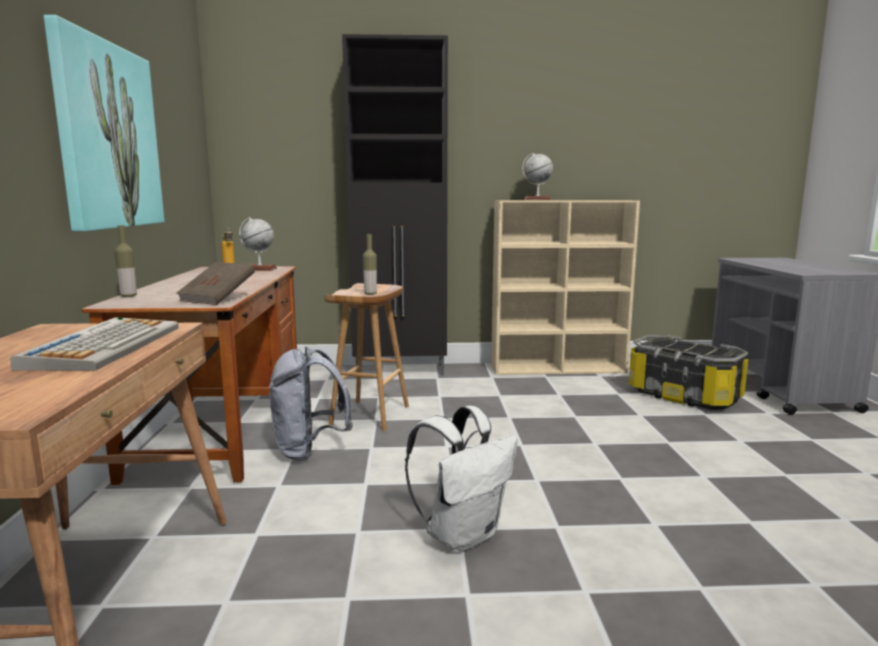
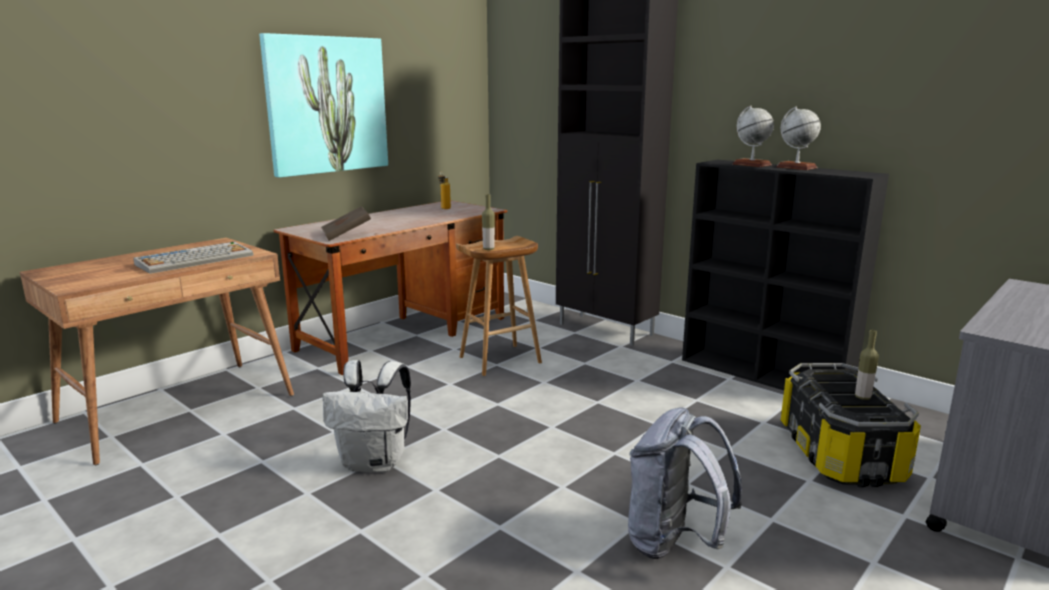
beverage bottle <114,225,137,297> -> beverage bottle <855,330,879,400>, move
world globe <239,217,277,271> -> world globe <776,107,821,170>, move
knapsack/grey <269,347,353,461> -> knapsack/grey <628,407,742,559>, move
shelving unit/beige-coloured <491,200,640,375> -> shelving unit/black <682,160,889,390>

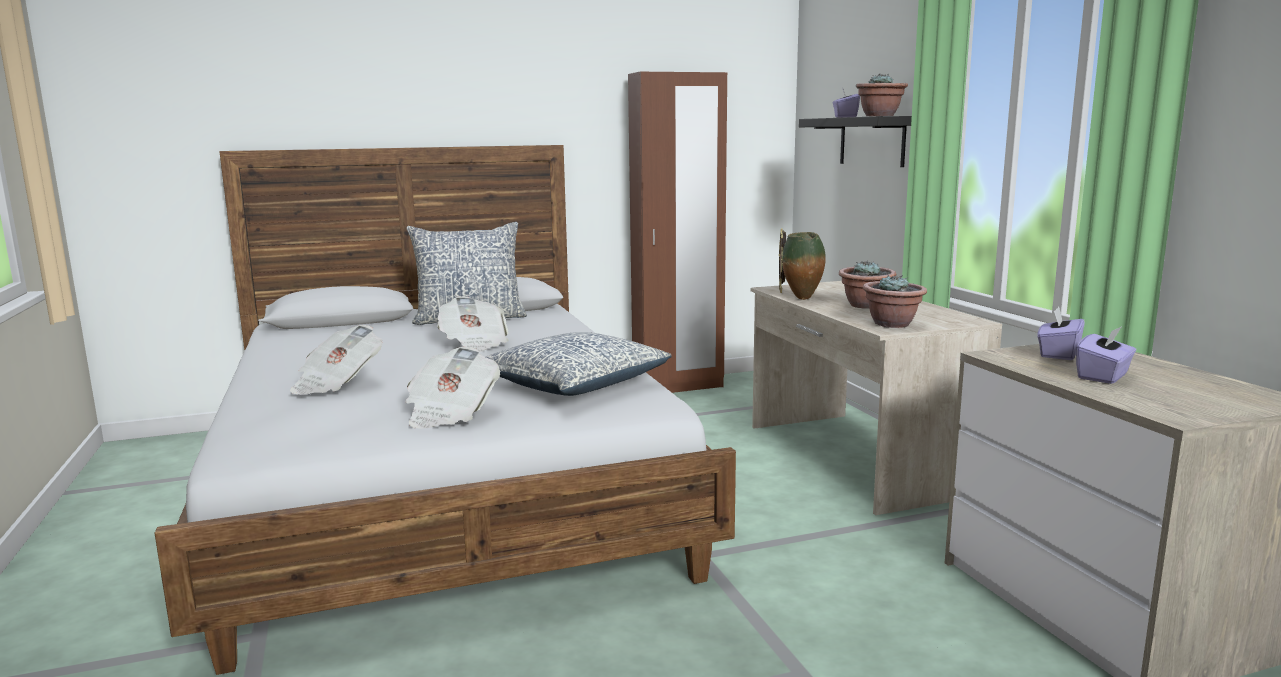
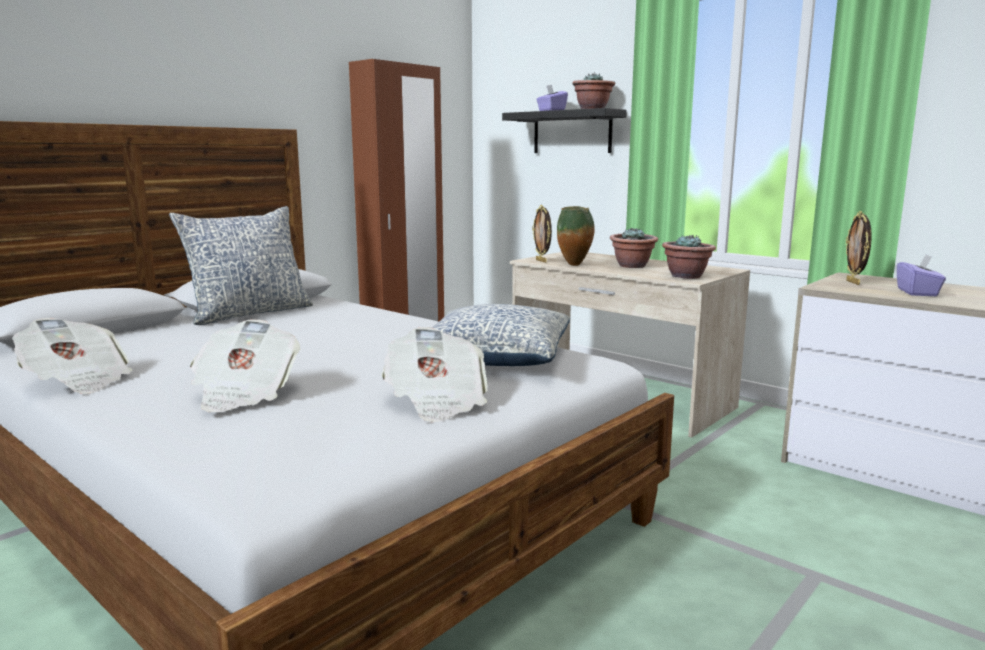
daily paper <437,296,509,352> -> daily paper <12,318,132,394>, move
tissue box/purple-coloured <1038,307,1085,360> -> standing frame <846,211,872,285>

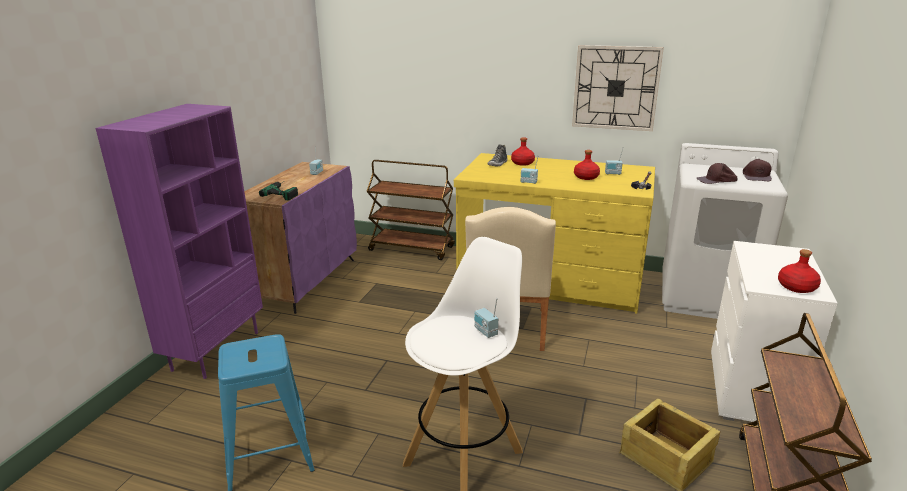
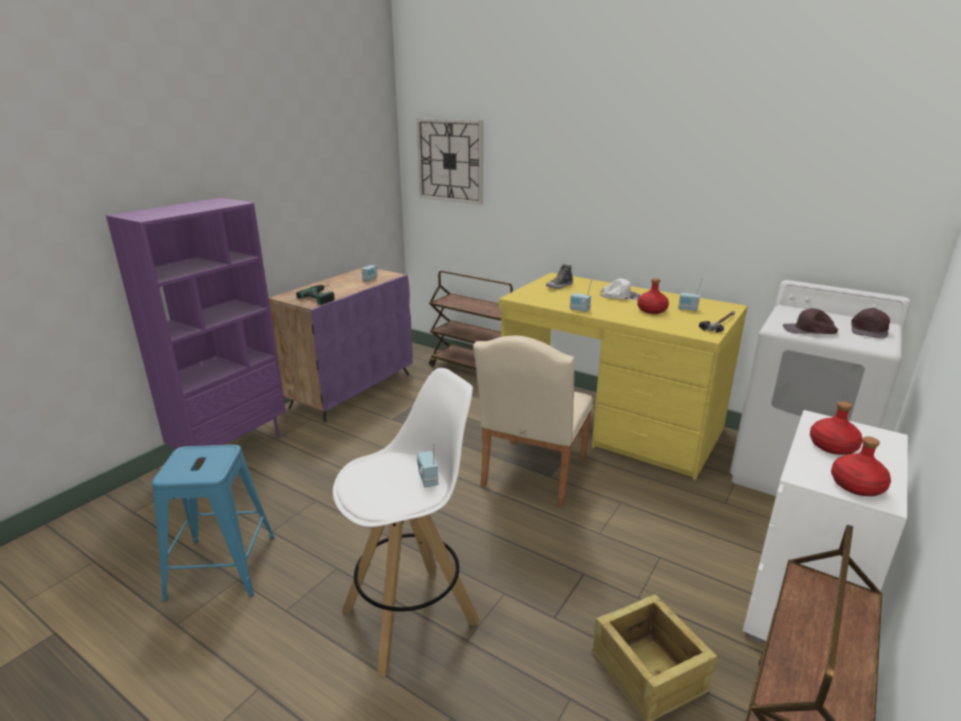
beverage bottle/reddish <511,137,535,166> -> beverage bottle/reddish <810,401,862,455>, move
clock on the wall <572,45,664,131> -> clock on the wall <417,119,483,205>, move
none -> peaked cap/whitish <600,278,640,300>

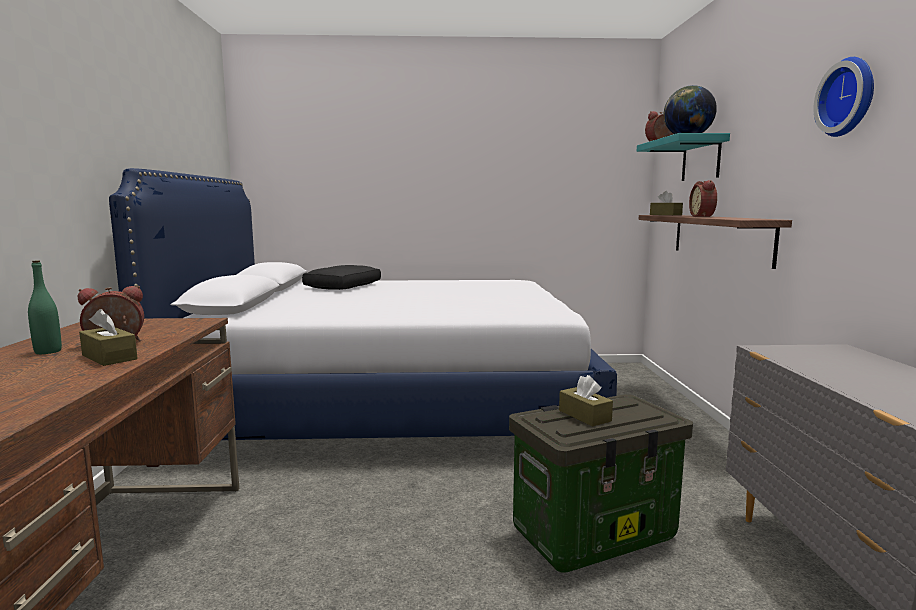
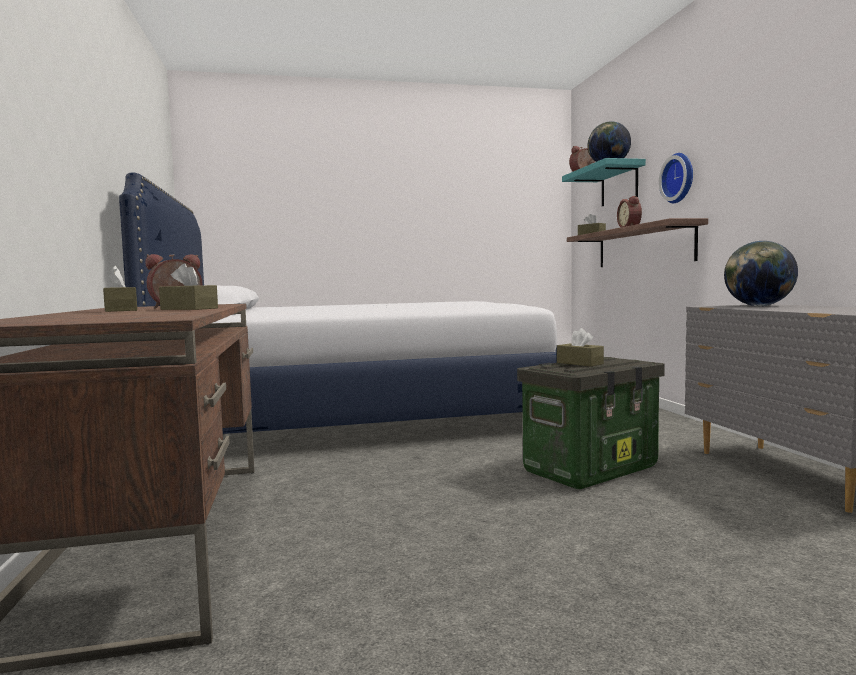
beverage bottle/green <28,260,62,354> -> tissue box/brownish <103,266,137,312>
throw pillow/black <302,265,381,290> -> none
clock on the wall <813,57,874,137> -> clock on the wall <659,153,693,203>, move
none -> world globe <724,241,798,306>

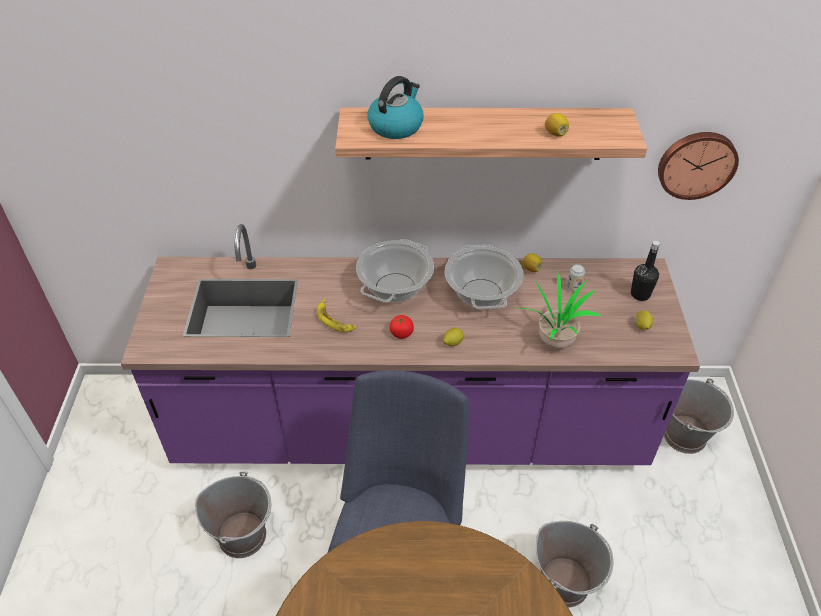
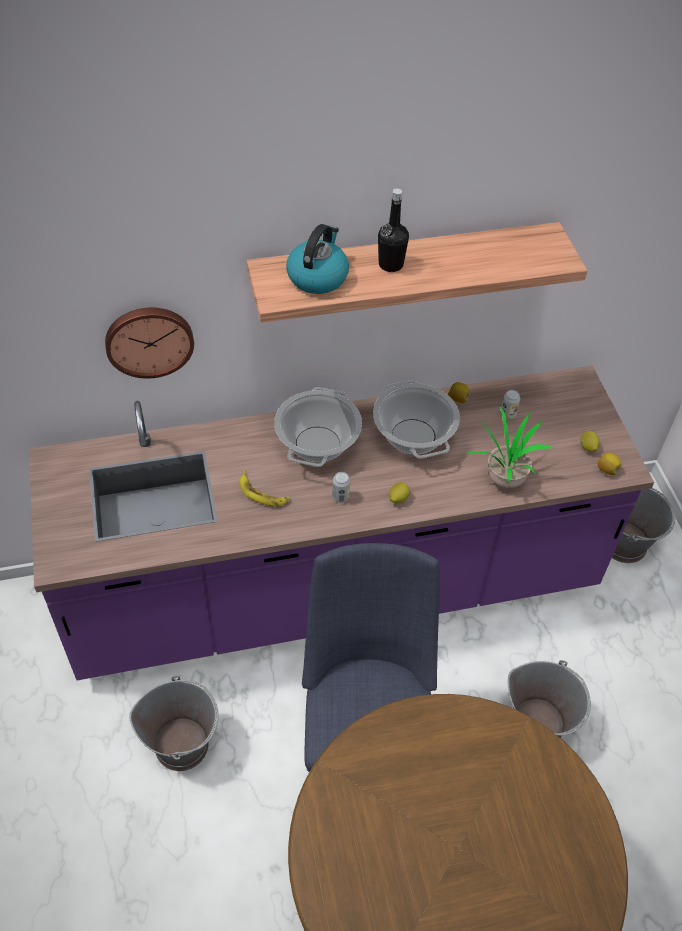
whole tomato <390,315,414,339> -> metal can <332,472,350,503>
whole lemon <545,113,569,136> -> whole lemon <597,452,622,475>, move
beverage bottle/black <631,241,660,301> -> beverage bottle/black <378,188,409,272>, move
clock on the wall <658,132,739,200> -> clock on the wall <105,308,194,379>, move

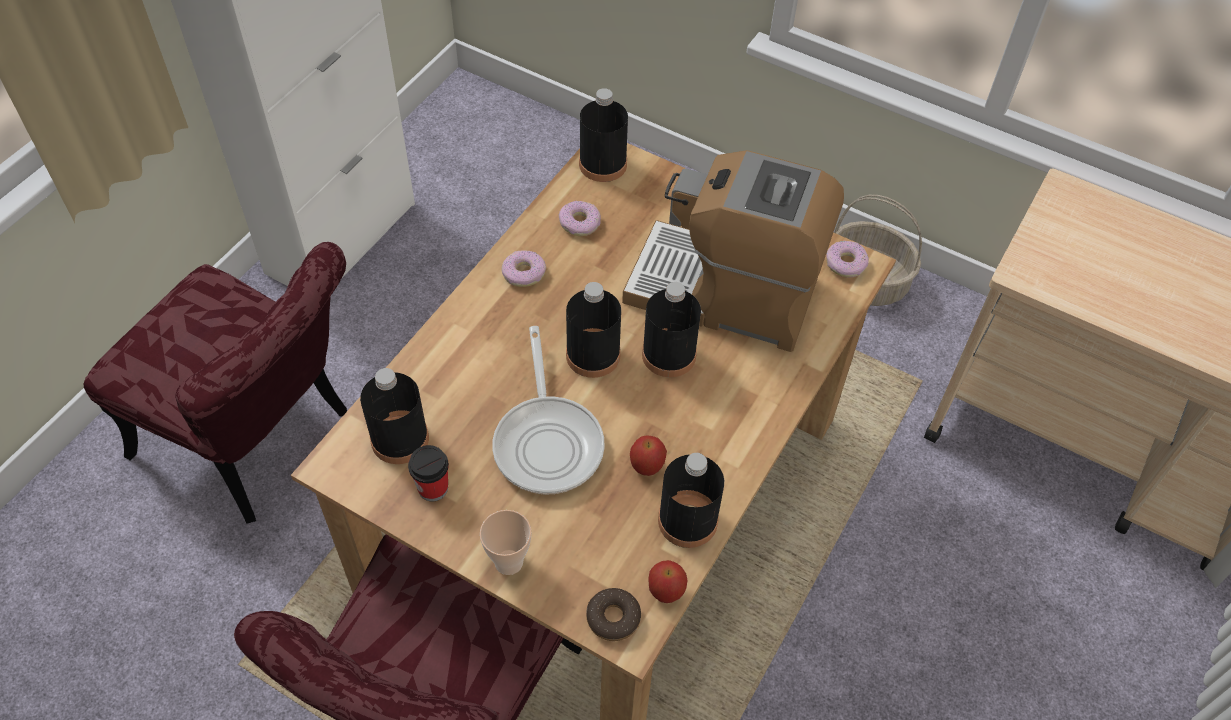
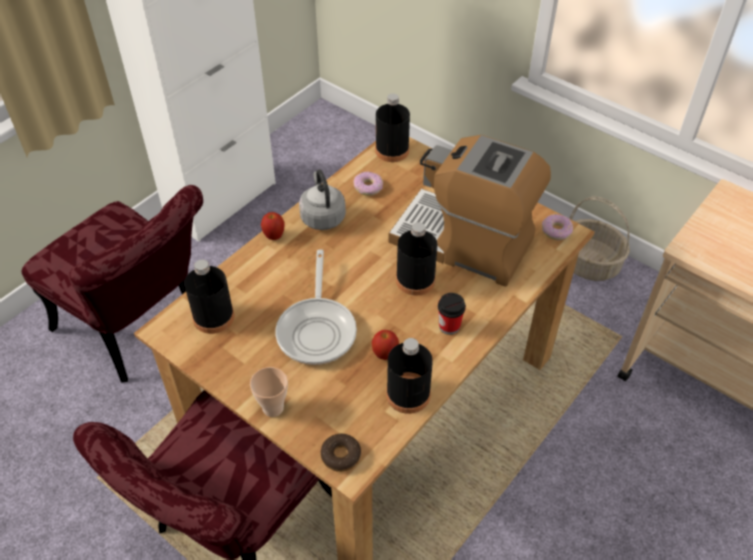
cup <408,445,449,501> -> cup <438,293,466,335>, move
doughnut <501,250,546,287> -> kettle/grey <299,169,346,230>
beverage bottle/black <566,282,621,378> -> none
apple fruit <648,560,688,603> -> apple fruit <261,212,284,240>, move

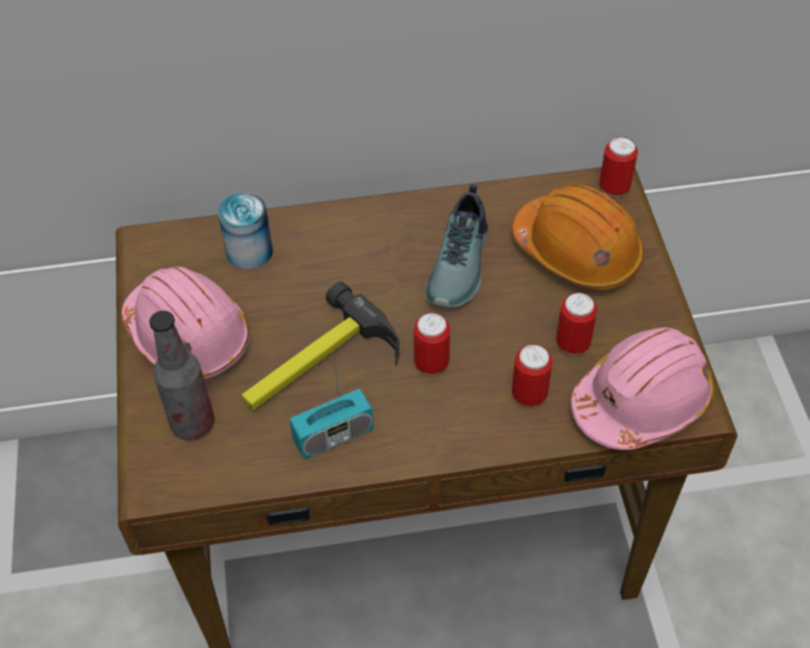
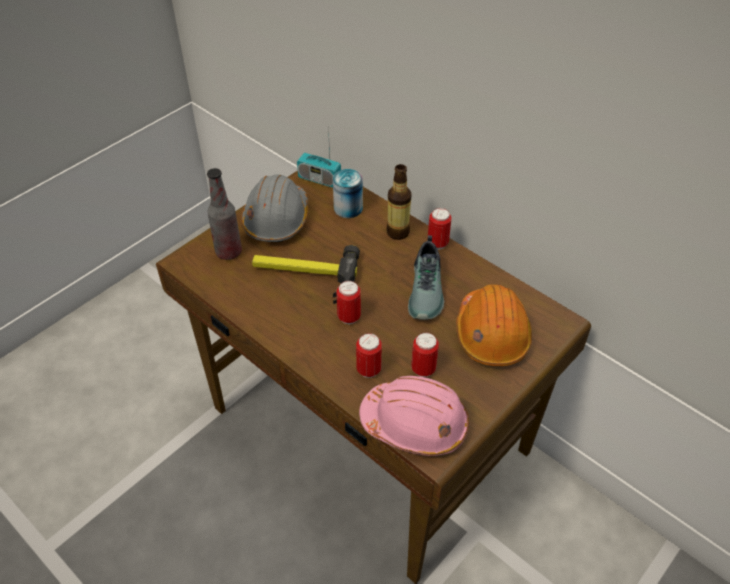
hard hat/pinkish <122,266,250,379> -> hard hat/grey <241,174,308,243>
radio <290,357,374,459> -> radio <297,126,341,188>, move
low shoe <426,184,488,308> -> low shoe <408,235,444,320>, 60 degrees counterclockwise
metal can <600,137,638,198> -> metal can <427,208,452,250>, move
none -> beverage bottle <386,164,411,240>

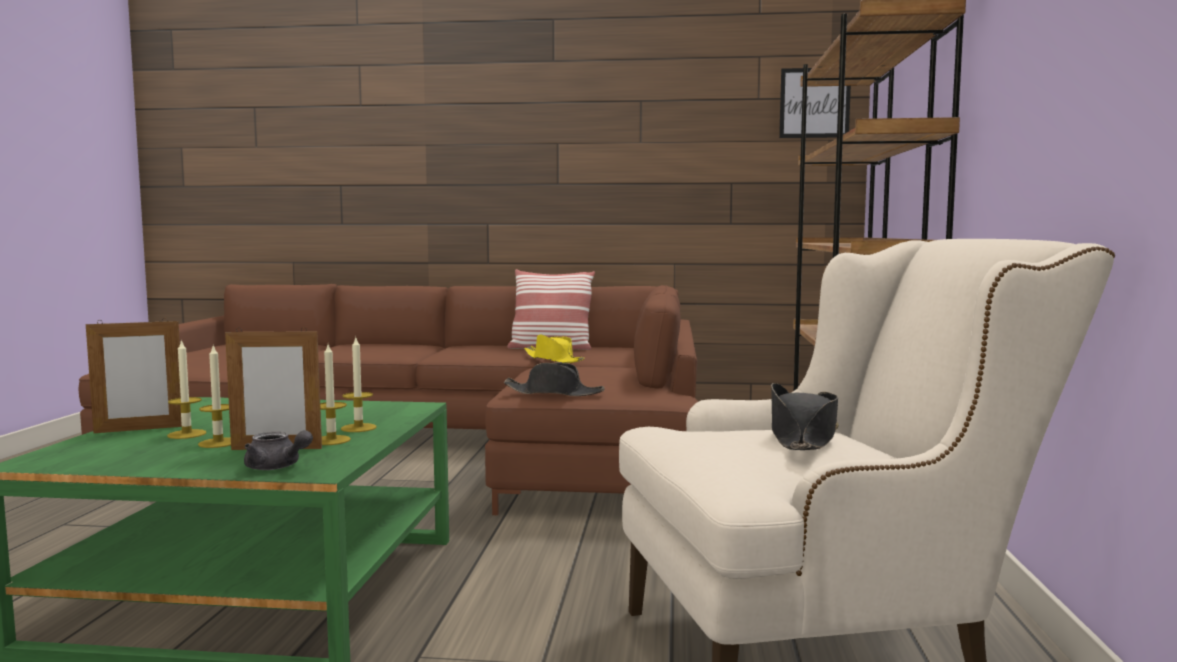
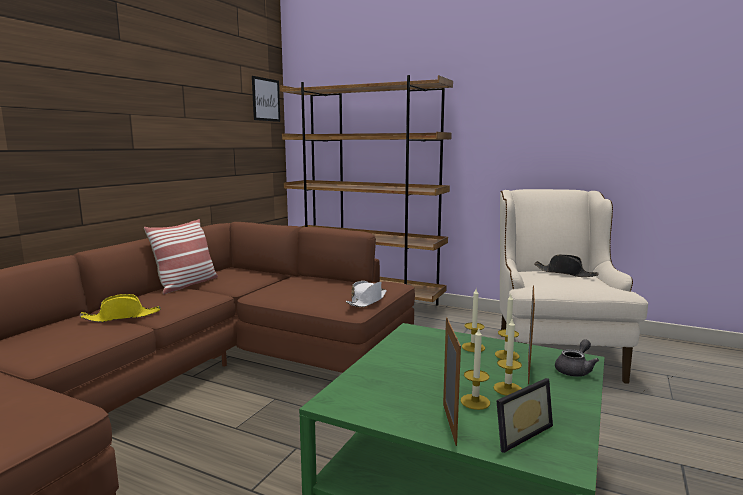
wearable hat/black <504,363,605,396> -> wearable hat/whitish <346,281,387,307>
wearable hat/yellowish <524,335,585,363> -> wearable hat/yellowish <80,294,161,322>, move
none -> standing frame <496,378,553,453>

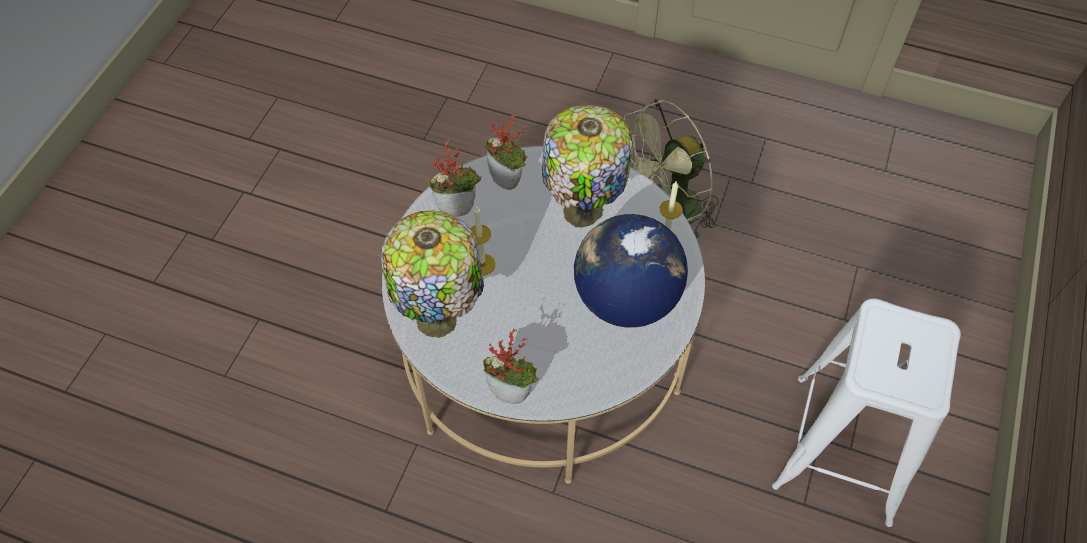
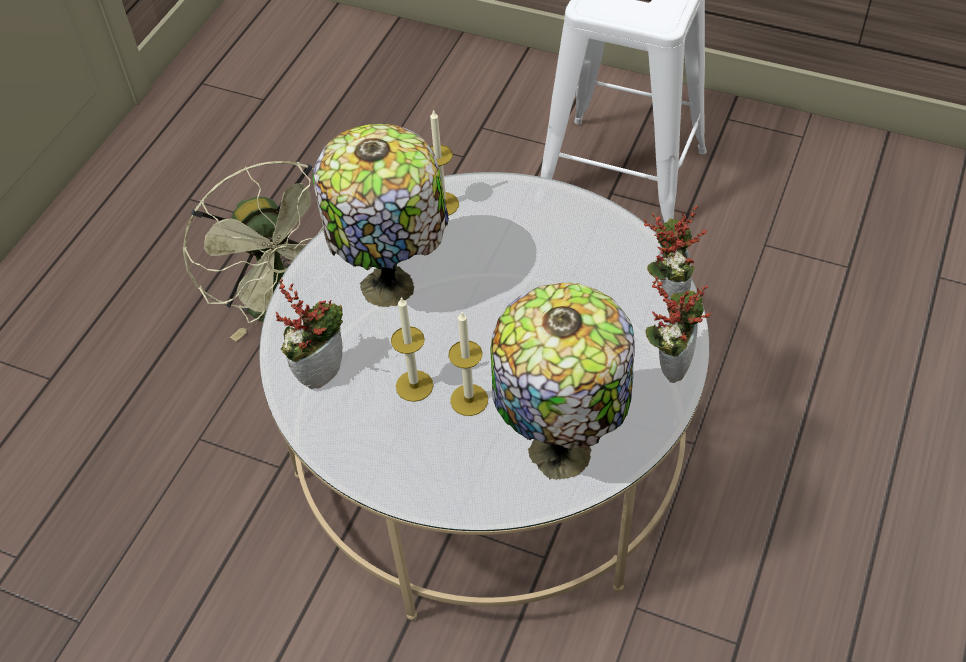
houseplant <429,140,481,217> -> houseplant <643,205,707,300>, move
world globe <574,214,688,328> -> none
none -> wax light <391,296,433,402>

